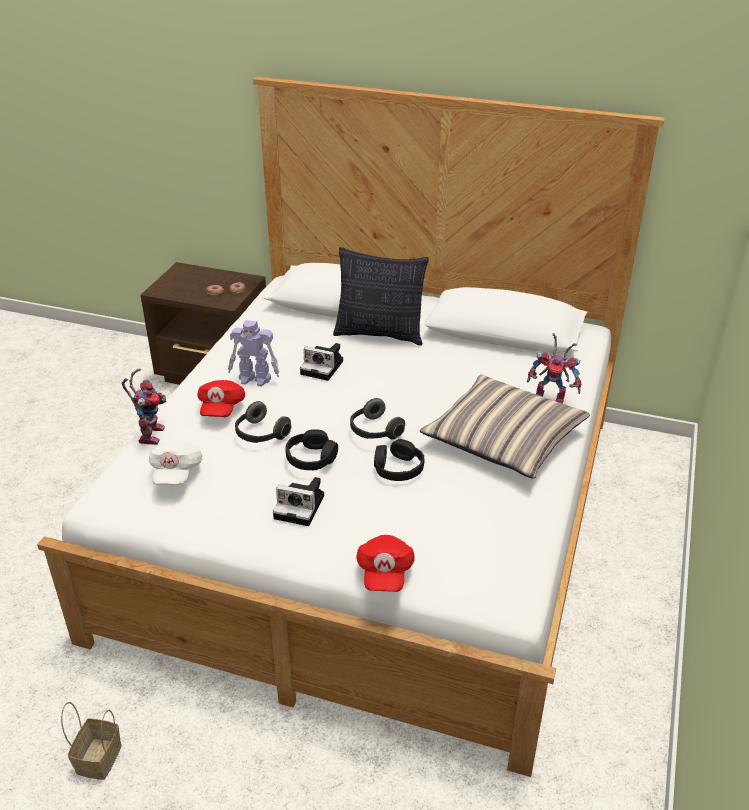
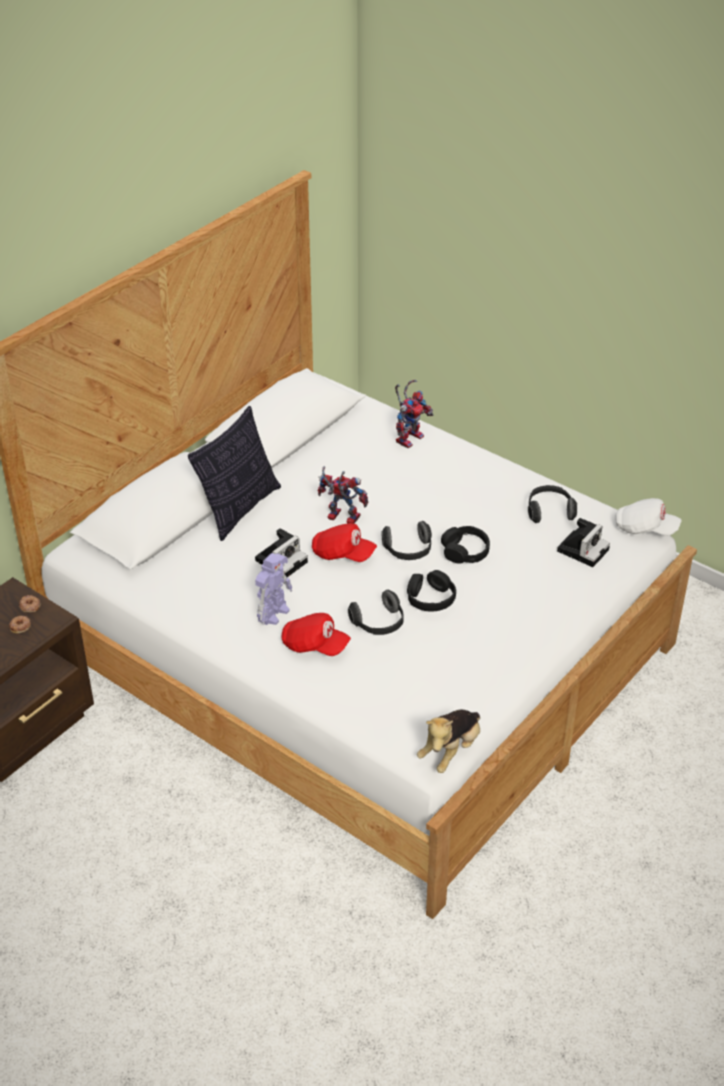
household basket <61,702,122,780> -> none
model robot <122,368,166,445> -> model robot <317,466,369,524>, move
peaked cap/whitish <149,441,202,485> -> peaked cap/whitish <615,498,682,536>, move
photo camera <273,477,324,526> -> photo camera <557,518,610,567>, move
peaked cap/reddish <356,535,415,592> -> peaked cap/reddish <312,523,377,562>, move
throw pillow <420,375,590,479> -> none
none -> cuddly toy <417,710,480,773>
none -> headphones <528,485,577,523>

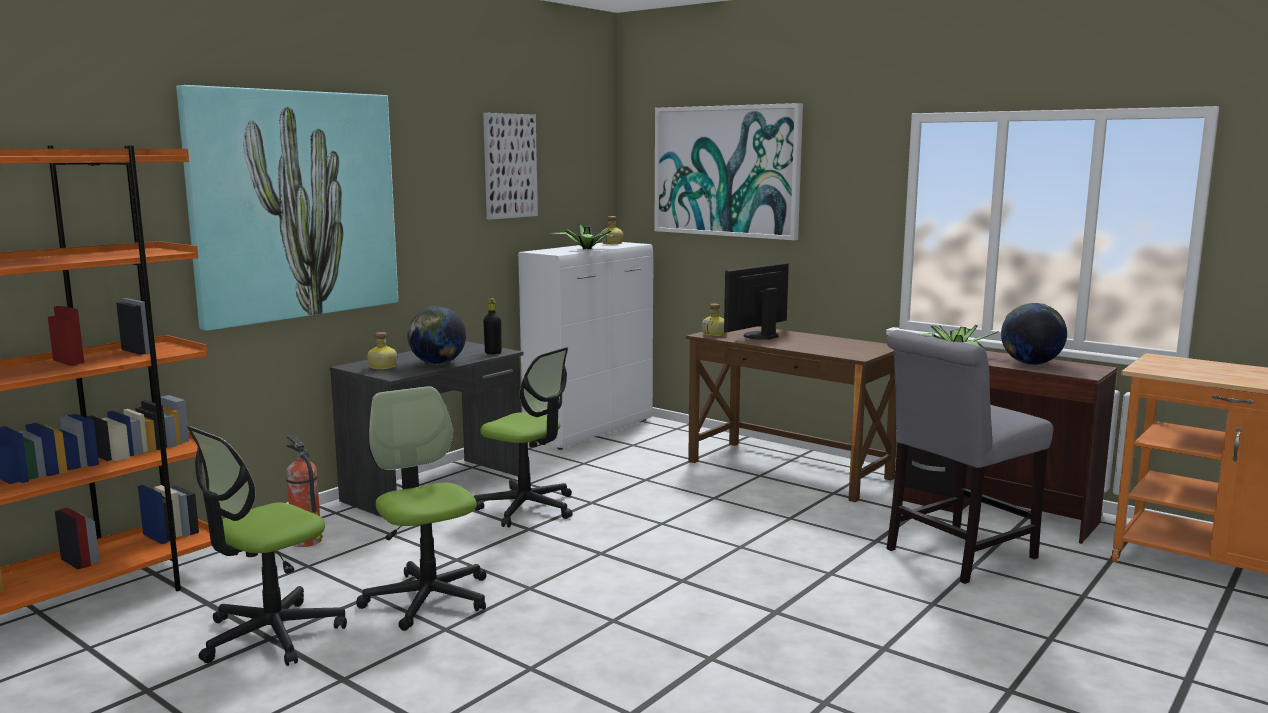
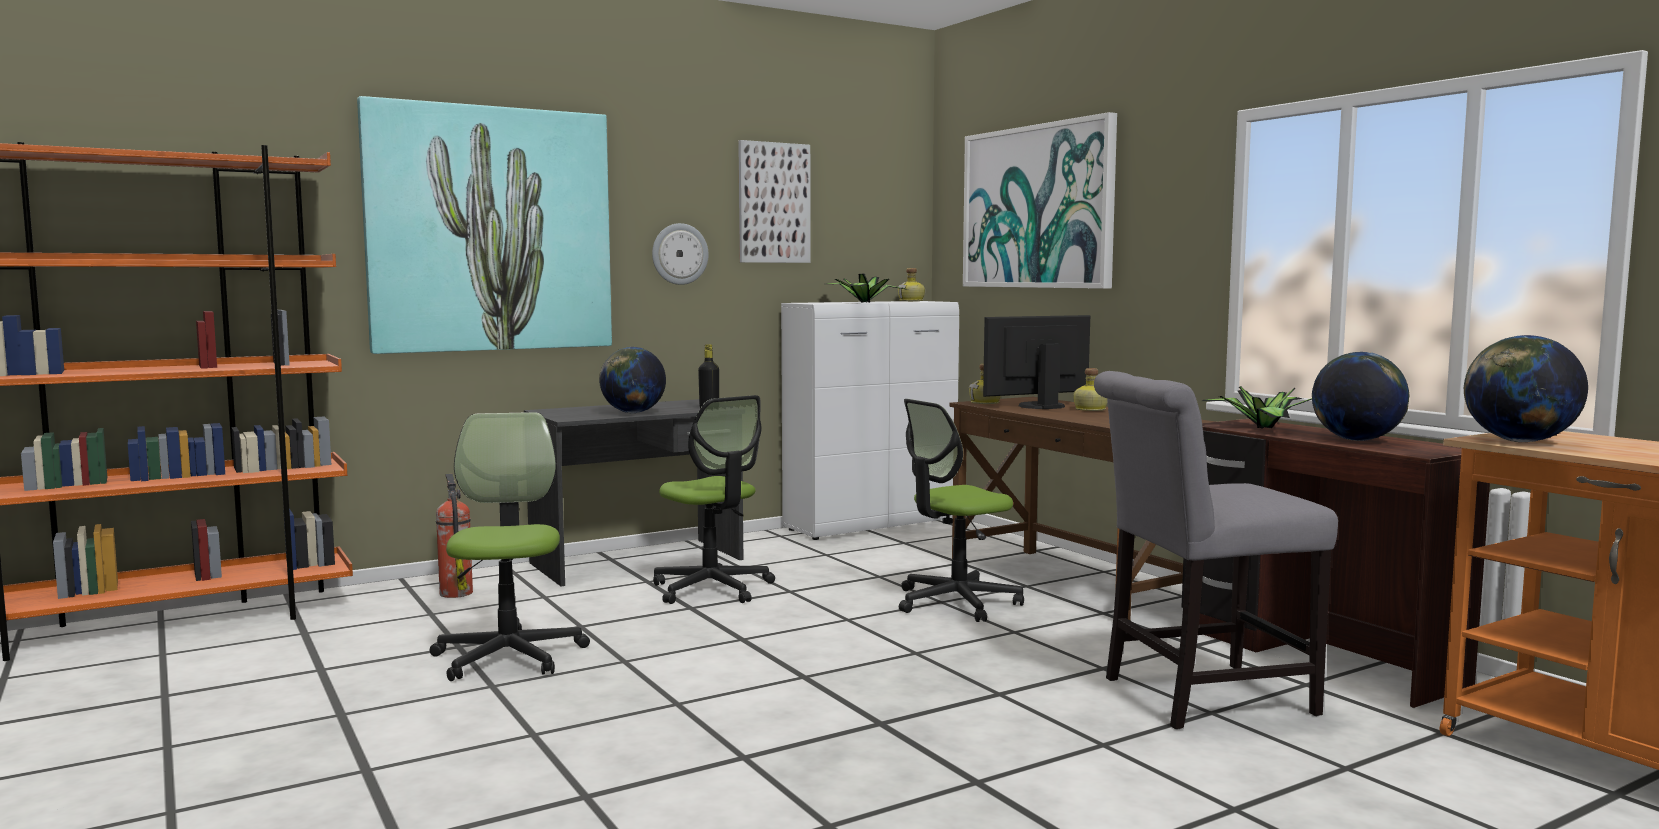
desk chair <187,426,347,666> -> desk chair <899,399,1024,622>, move
beverage bottle <367,332,397,370> -> beverage bottle <1073,368,1107,411>, move
none -> clock on the wall <652,223,709,285>
none -> world globe <1464,335,1588,442>

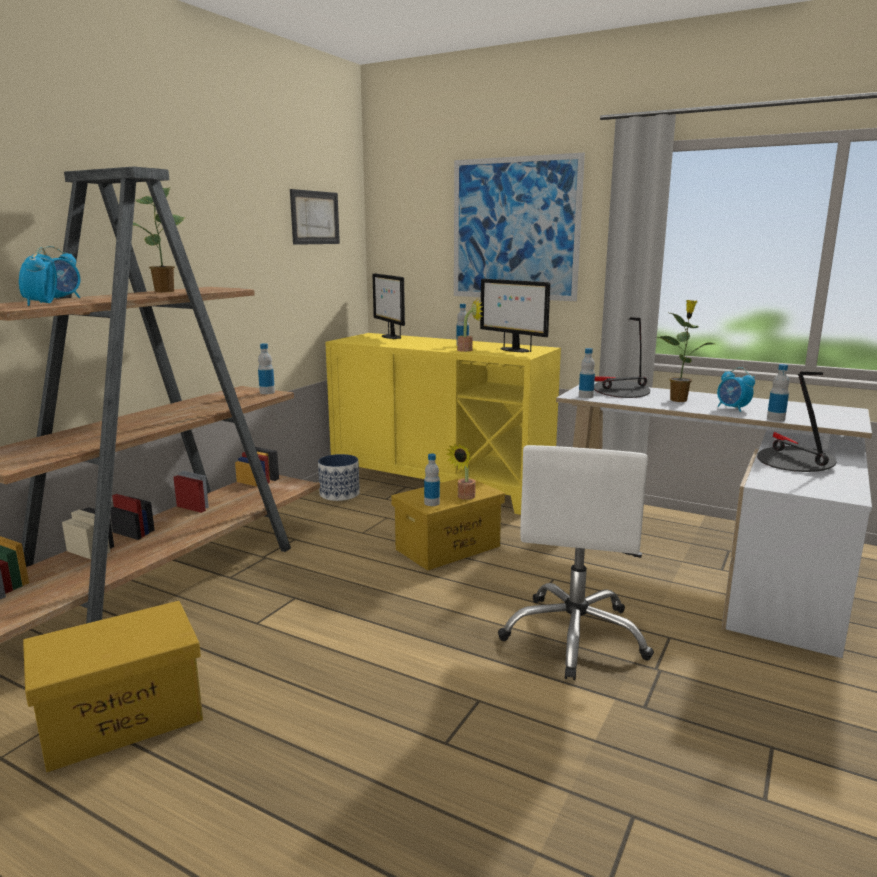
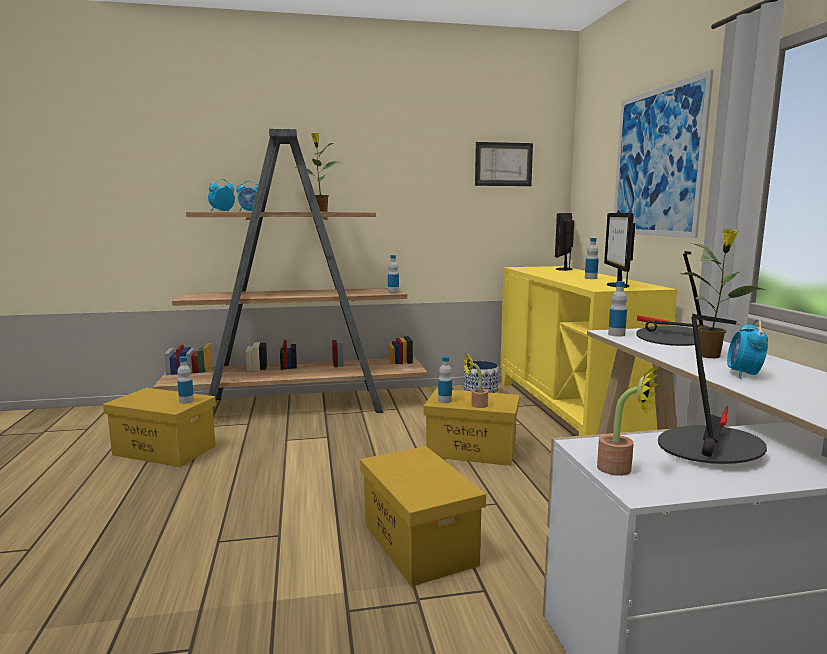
houseplant <457,300,483,352> -> houseplant <597,366,658,476>, move
desk chair/whitish <498,445,654,680> -> storage container/yellowish <360,446,486,587>
beverage bottle <767,364,789,421> -> beverage bottle <177,356,194,404>, move

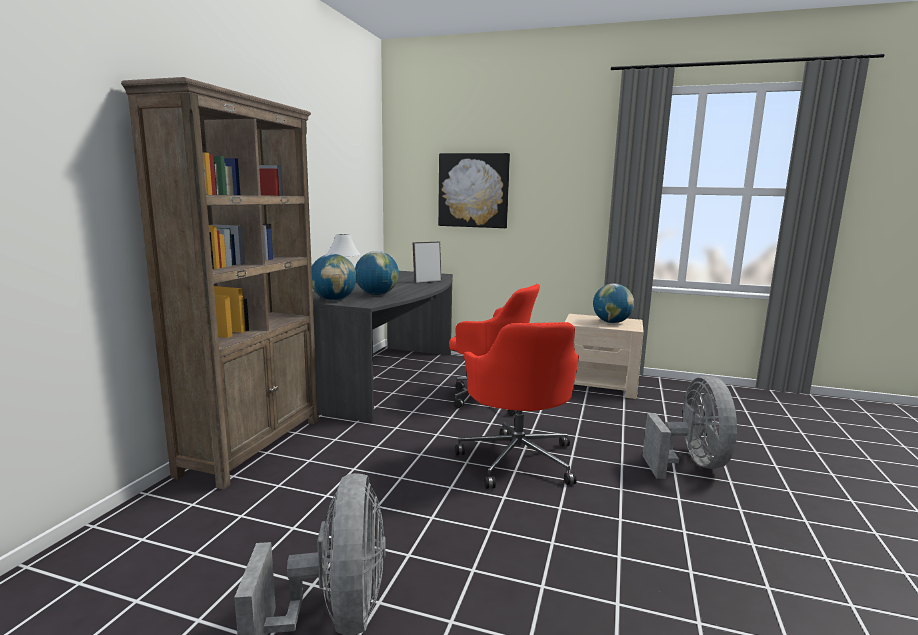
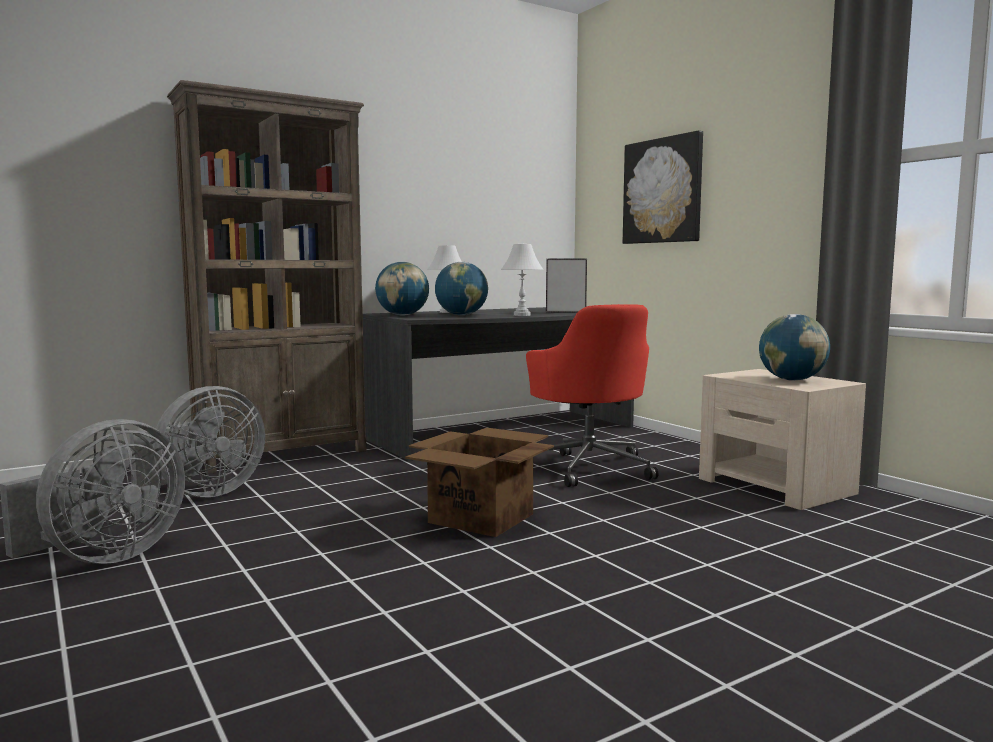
desk chair/reddish <455,322,579,489> -> carton <405,428,554,537>
fan/grey <642,376,737,479> -> fan/grey <129,386,265,498>, move
none -> table lamp/whitish <501,243,544,316>

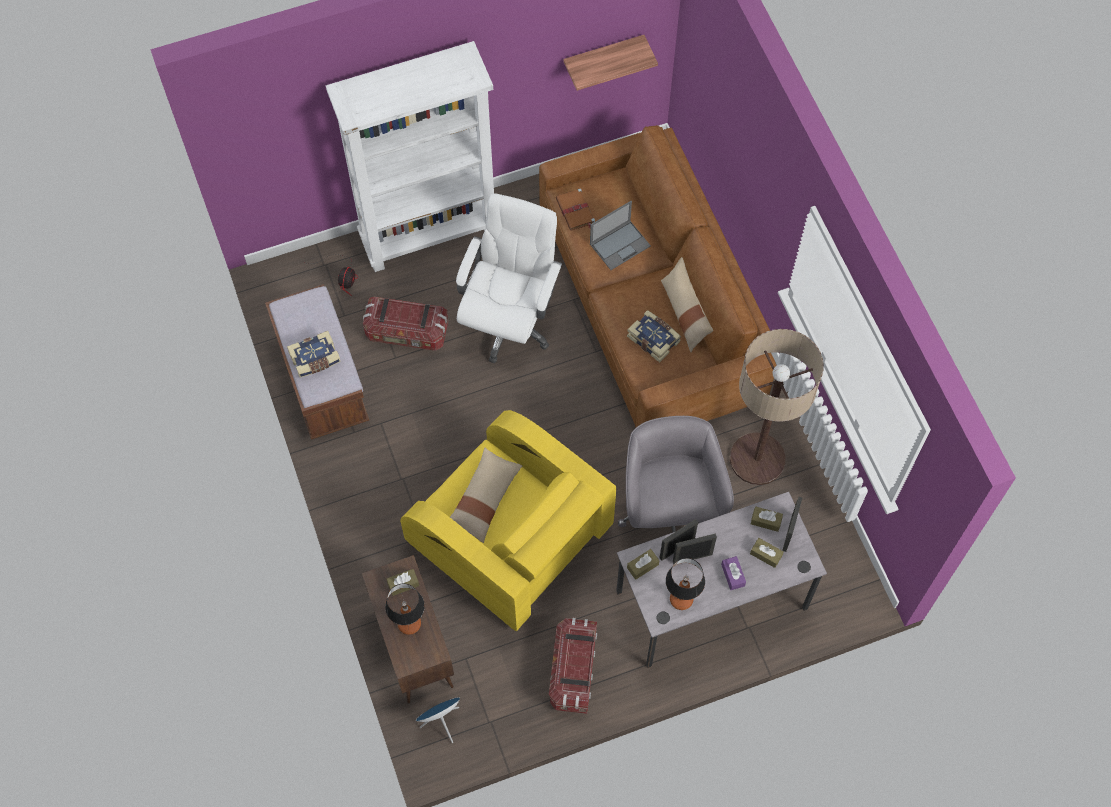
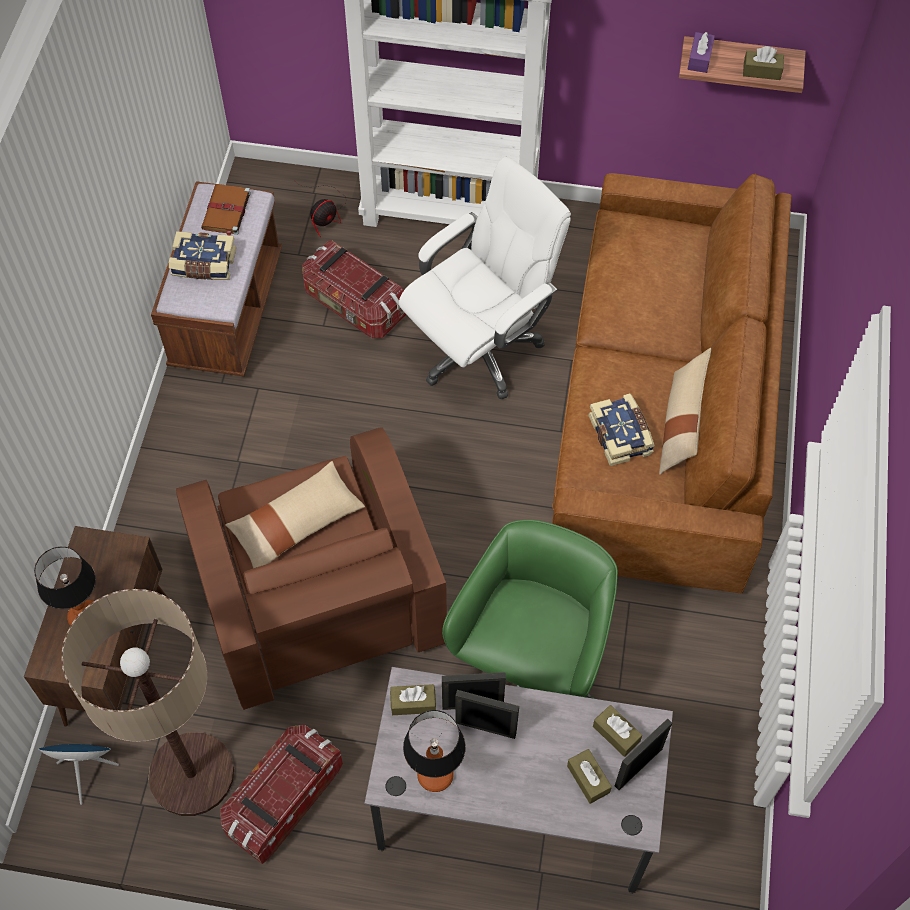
tissue box/brownish <387,569,419,596> -> tissue box/brownish <743,46,784,80>, move
armchair/yellowish <400,410,616,631> -> armchair/brownish <176,427,447,710>
bound book/brownish <556,188,595,231> -> bound book/brownish <201,184,251,236>, move
portable computer <590,201,651,270> -> none
desk chair/grey <618,416,734,532> -> desk chair/green <442,520,618,699>
tissue box/purple-coloured <721,556,746,590> -> tissue box/purple-coloured <688,32,715,73>, move
standard lamp <730,329,824,485> -> standard lamp <61,589,234,816>, move

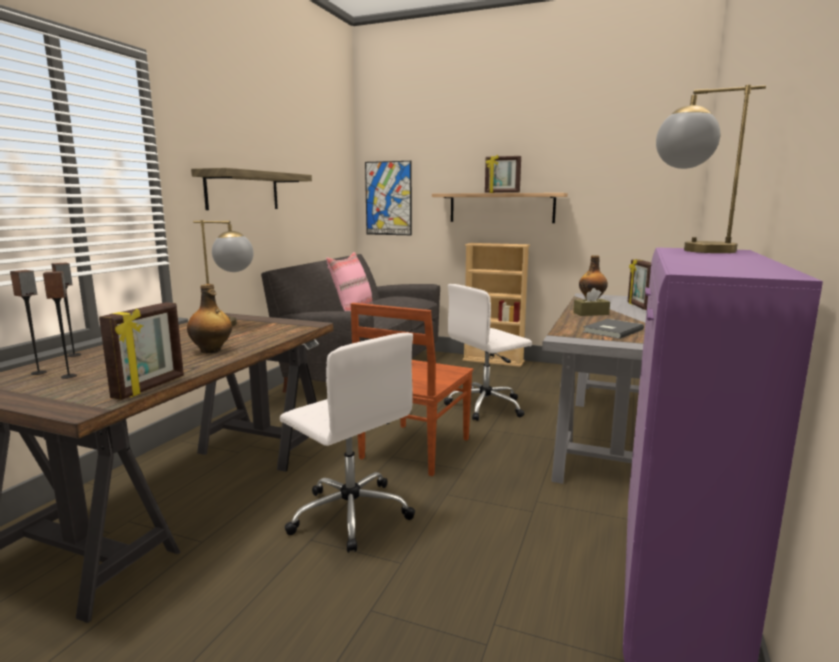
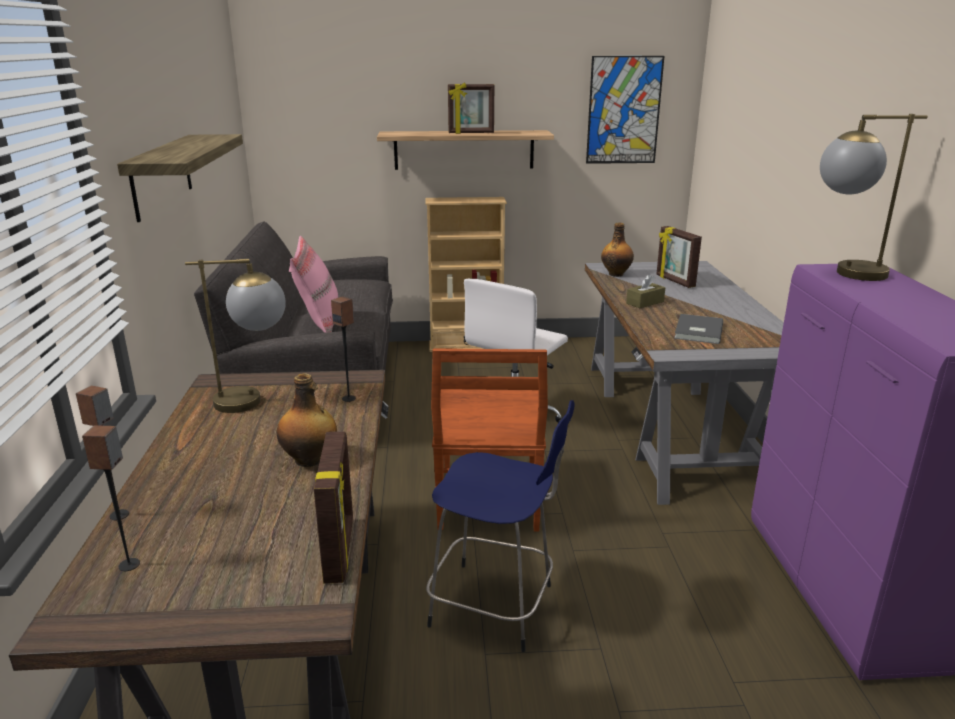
loudspeaker <43,271,77,379> -> loudspeaker <331,296,356,402>, move
desk chair/whitish <280,333,415,553> -> stool/bluish <426,400,575,652>
wall art <365,161,412,235> -> wall art <586,56,664,164>, move

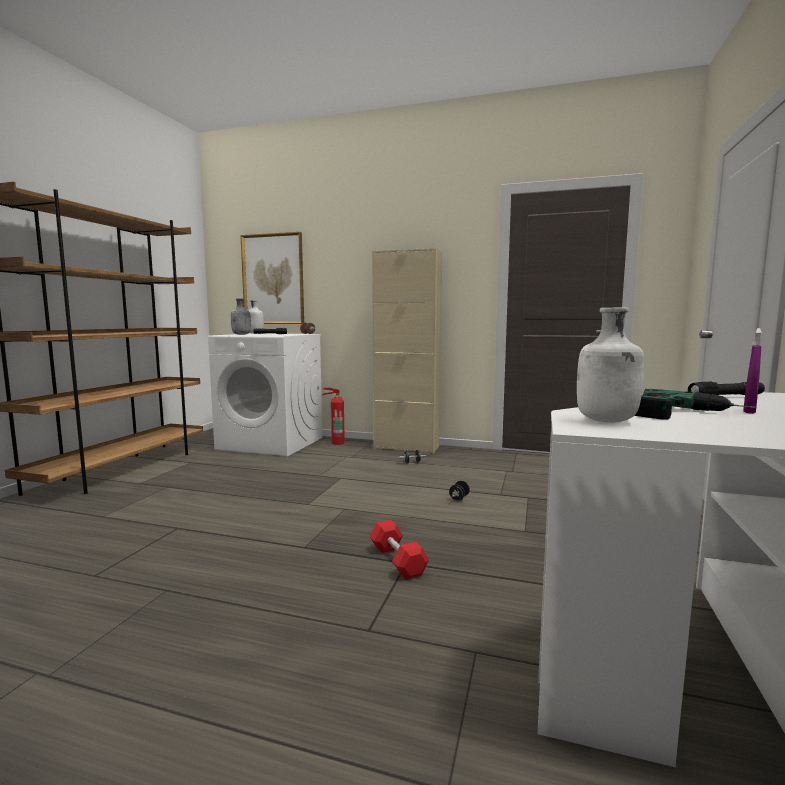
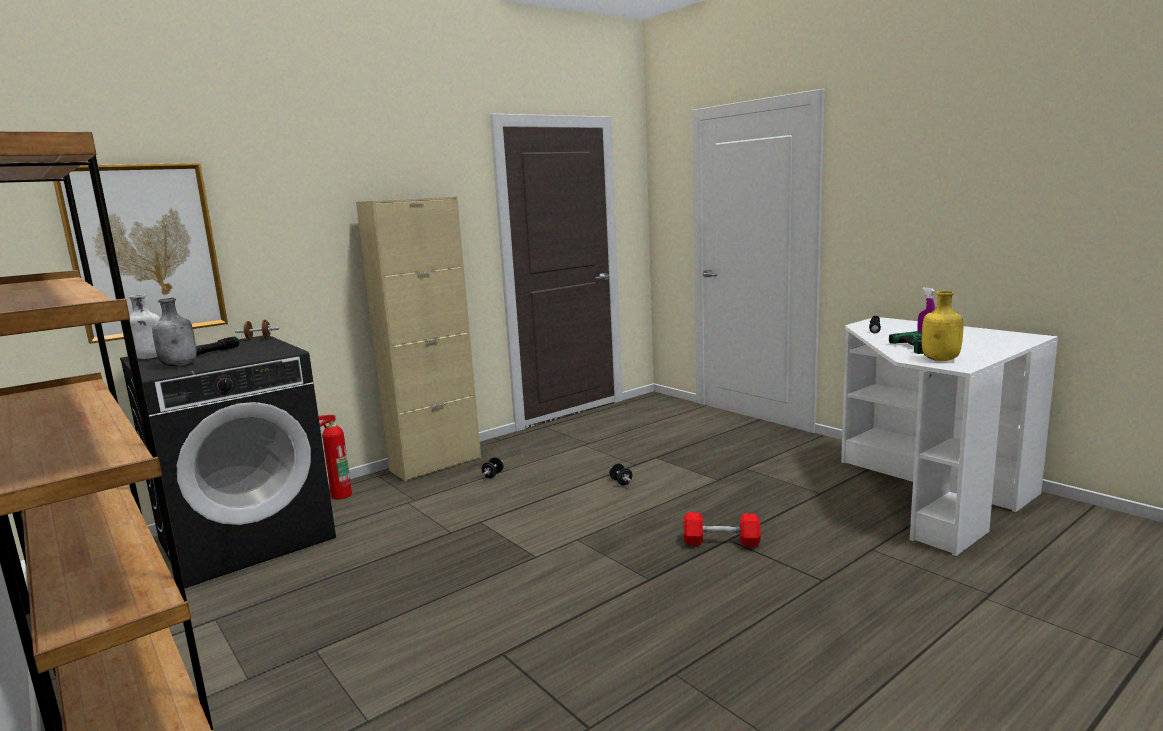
laundry appliance/whitish <208,333,322,456> -> laundry appliance/black <120,336,336,588>
beverage bottle/whitish <577,308,644,423> -> beverage bottle/yellowish <922,291,963,361>

